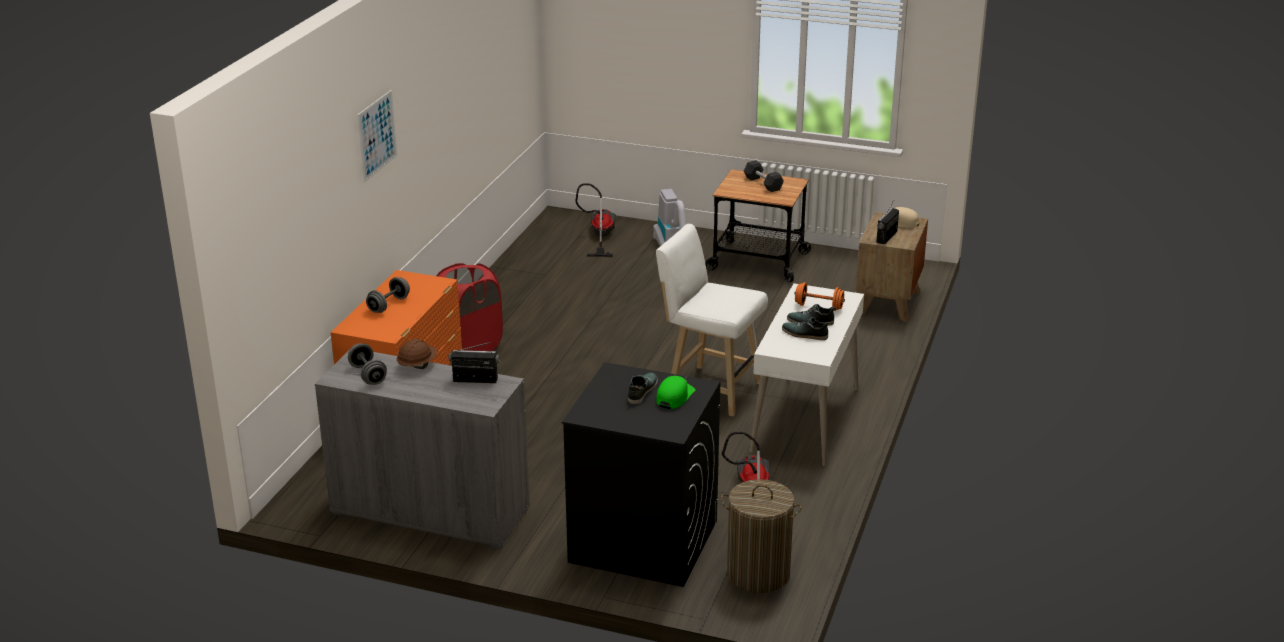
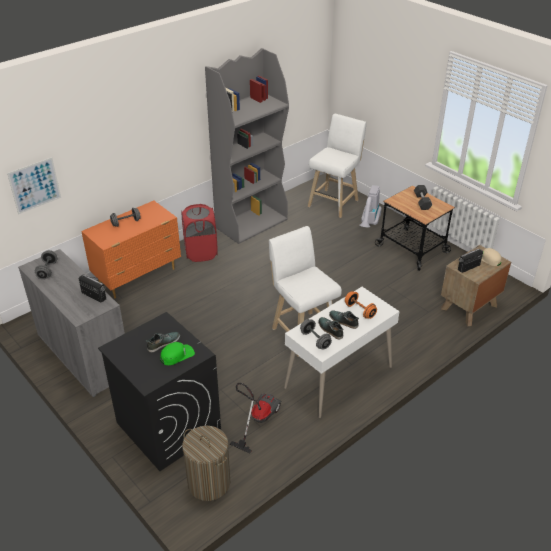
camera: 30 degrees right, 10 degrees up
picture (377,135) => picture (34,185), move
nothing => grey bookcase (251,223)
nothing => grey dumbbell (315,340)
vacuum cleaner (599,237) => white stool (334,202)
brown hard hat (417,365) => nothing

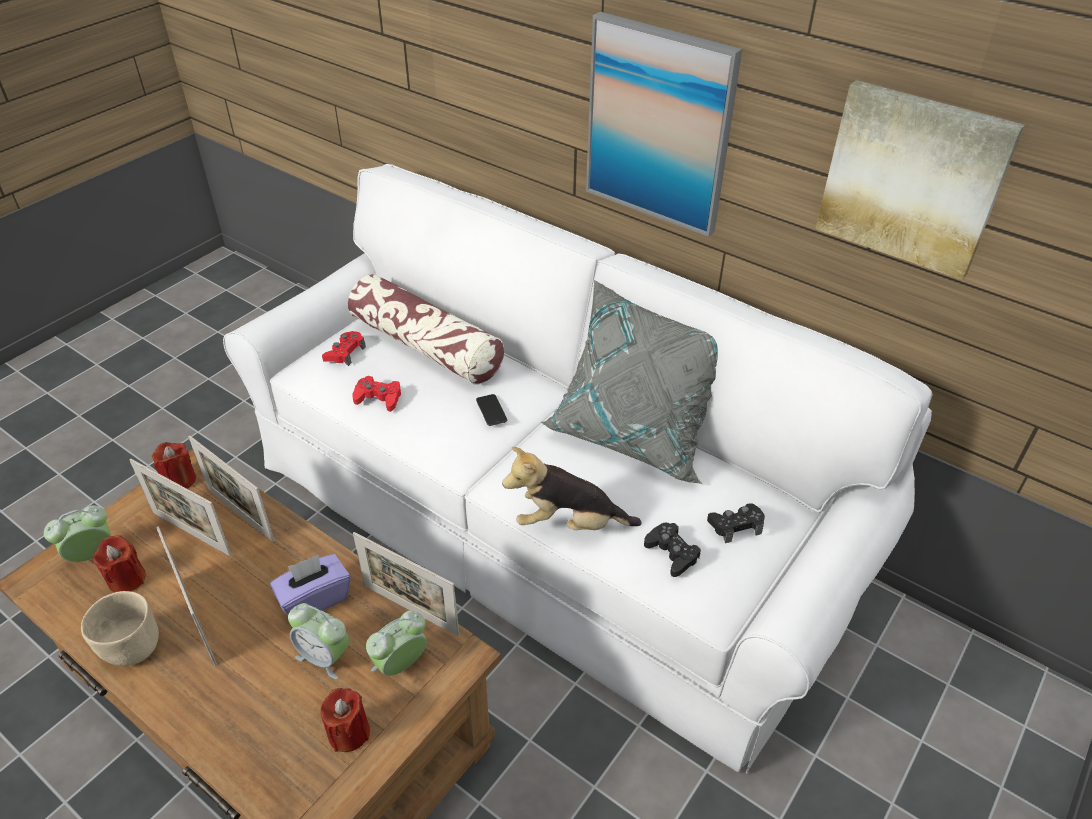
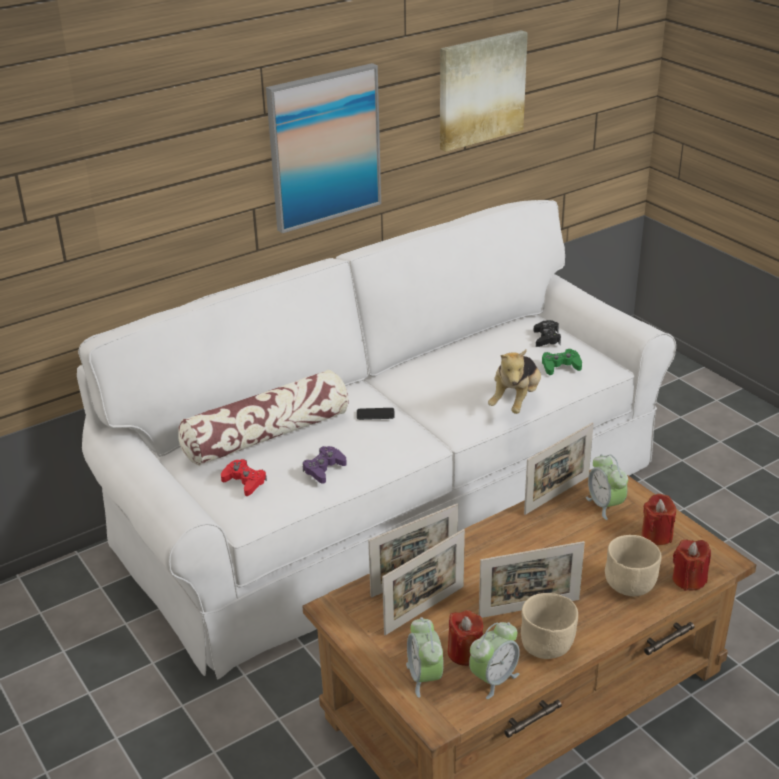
camera: 70 degrees left, 10 degrees down
red game controller (378,398) => purple game controller (324,469)
alarm clock (324,657) => alarm clock (493,679), move
black game controller (672,553) => green game controller (560,366)
nothing => beige bowl (630,588)
red candle (179,480) => red candle (689,580), move
purple tissue box (315,598) => nothing
grey pillow (637,432) => nothing

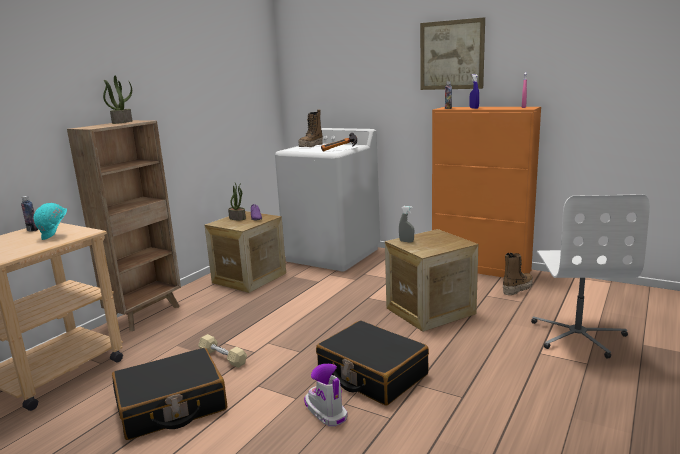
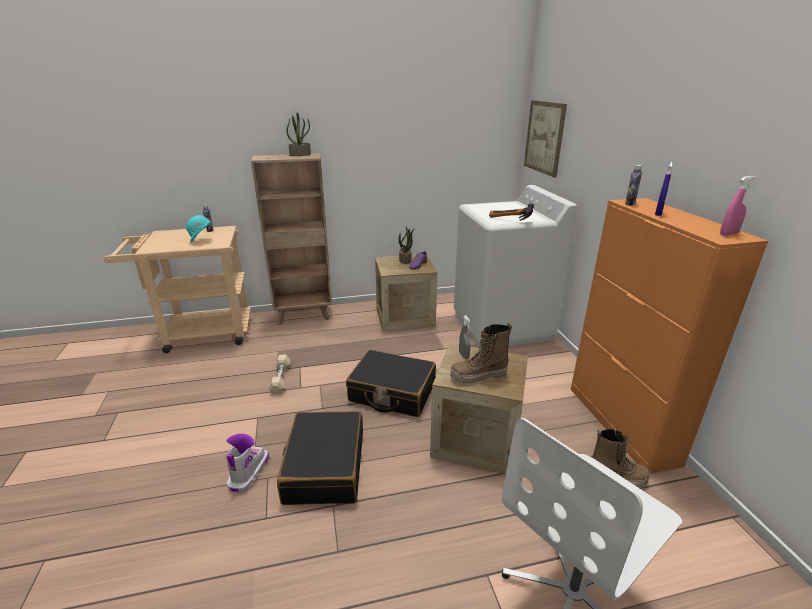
camera: 45 degrees right, 10 degrees up
black suitcase (171,406) => black suitcase (392,393), move
boot (311,146) => boot (478,376), move
picture (451,55) => picture (544,137), move

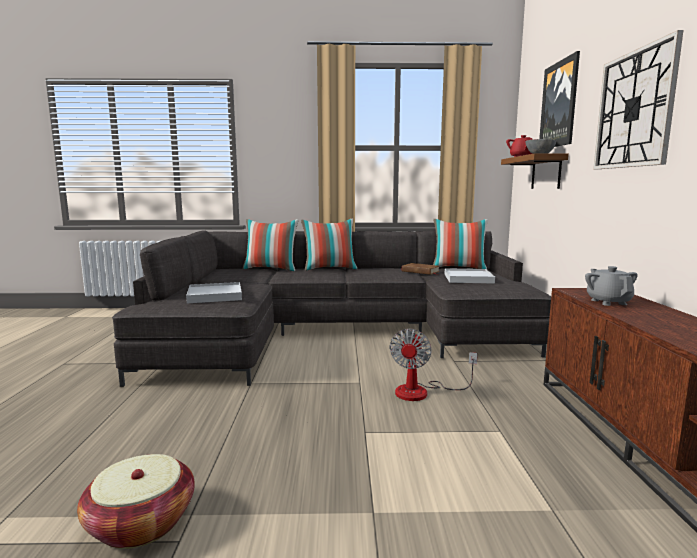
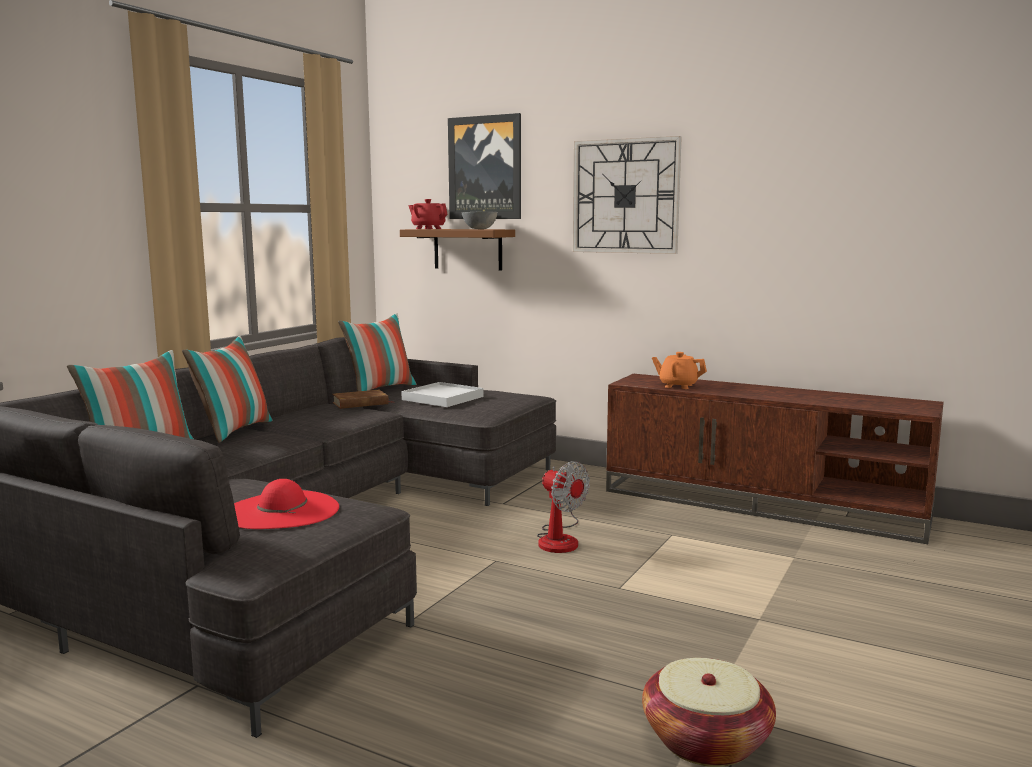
camera: 60 degrees left, 0 degrees up
white tray (215,295) => red hat (282,510)
grey teapot (608,302) => orange teapot (678,386)

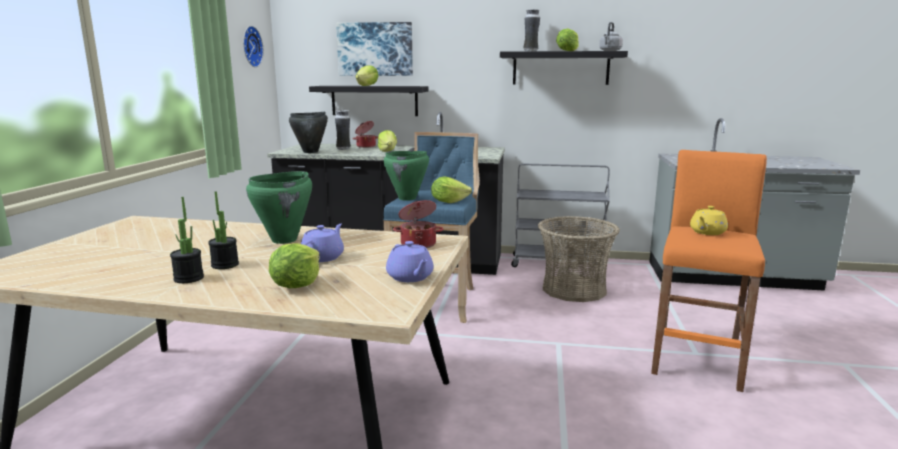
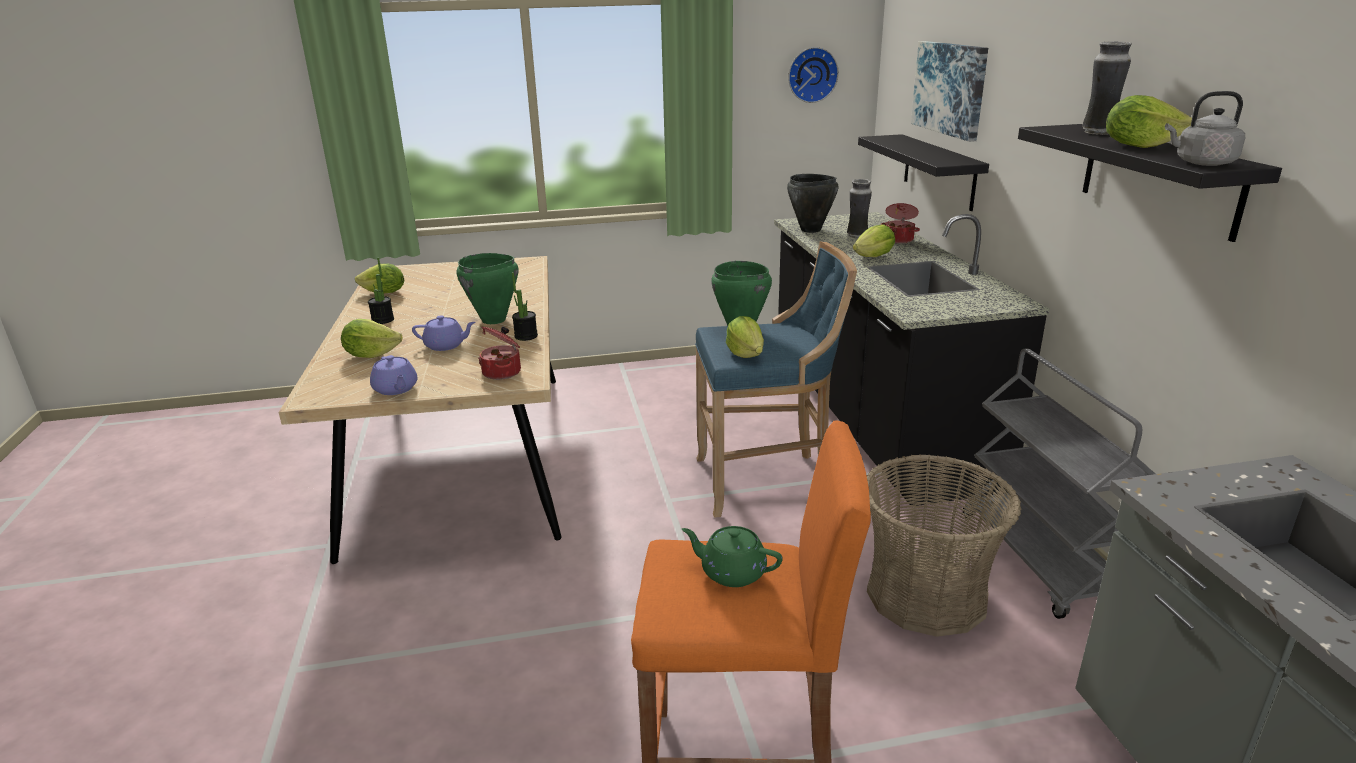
camera: 70 degrees right, 10 degrees up
lettuce (367,86) => lettuce (384,293), move
purple teapot (410,277) => purple teapot (396,389), 75 degrees counterclockwise
potted plant (225,265) => potted plant (526,336), move
yellow teapot (707,232) => green teapot (731,572)

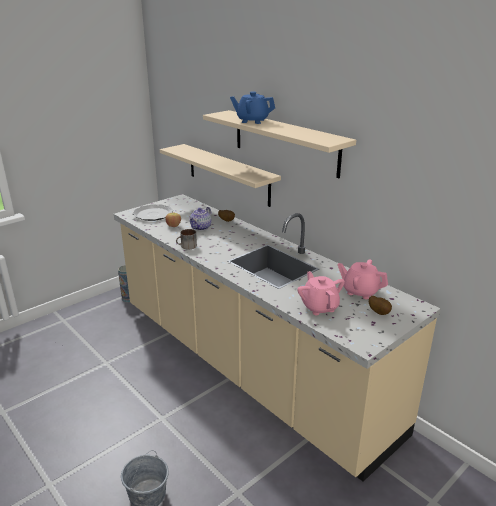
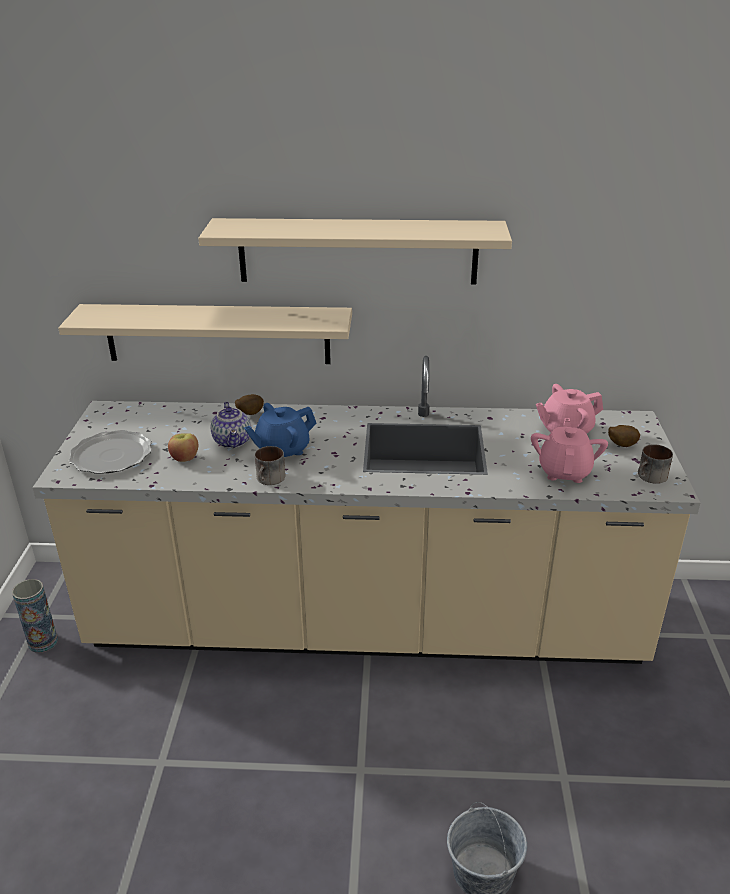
camera: 45 degrees left, 5 degrees up
blue teapot (252,121) => blue teapot (282,450), move
pink teapot (319,307) => pink teapot (564,471), 75 degrees clockwise
nothing => mug (650,477)

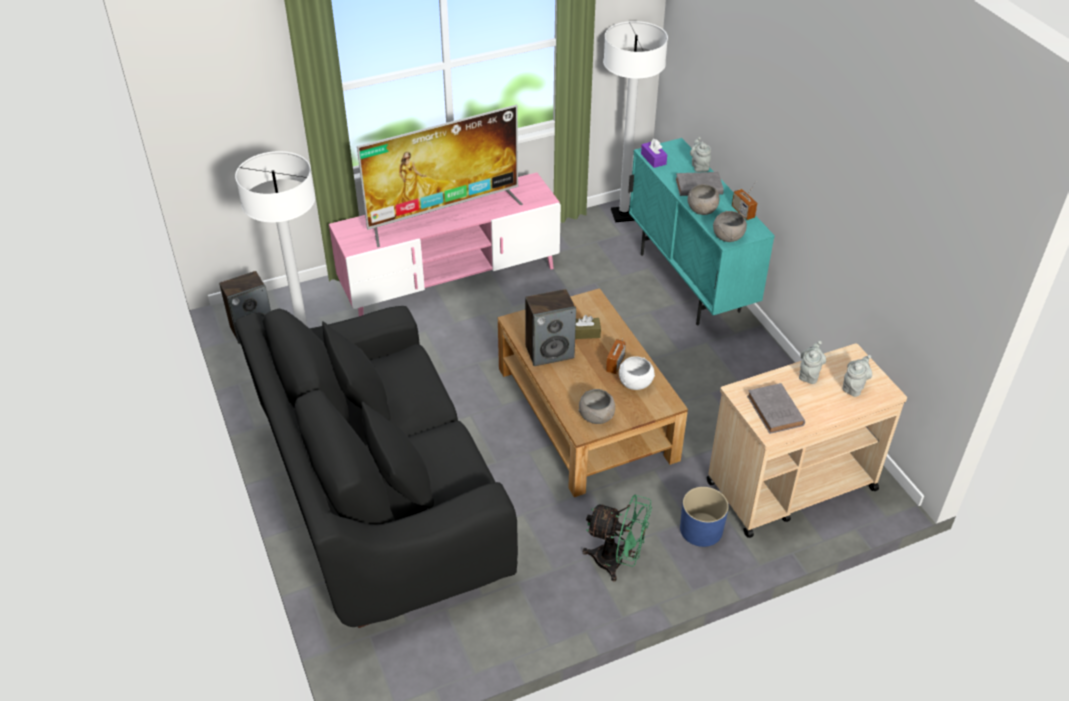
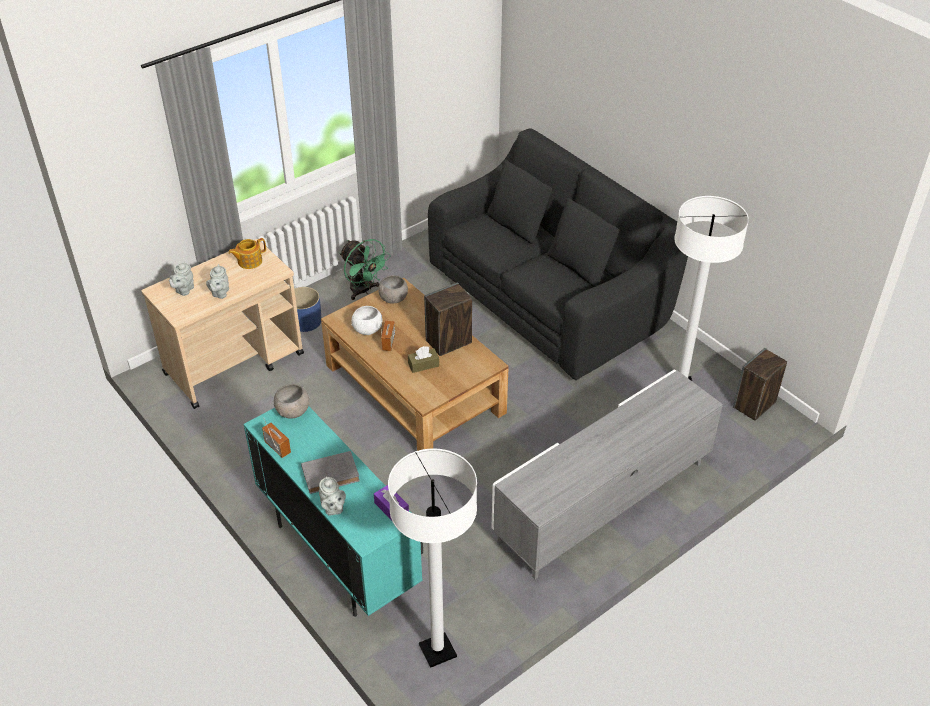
camera: 165 degrees right, 0 degrees up
grey book (775,412) => teapot (249,261)
green fan (616,562) => green fan (364,291), 135 degrees counterclockwise
pink tv stand (450,279) => grey tv stand (602,502)
television (444,214) => nothing
grey bowl (702,210) => nothing

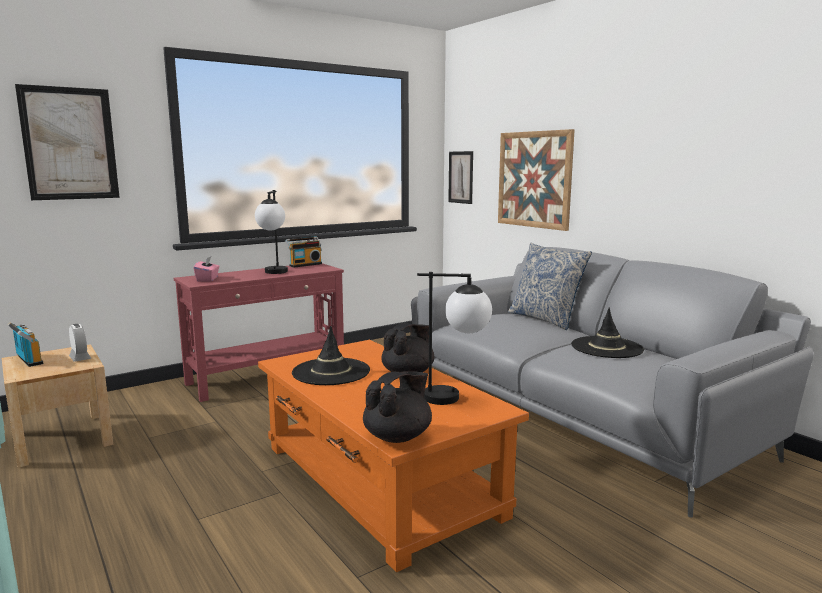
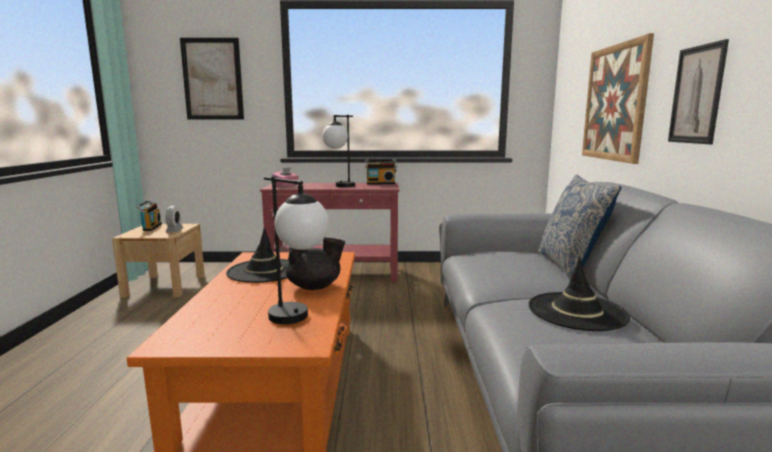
camera: 35 degrees right, 0 degrees up
picture (461,177) => picture (696,95), move
black teapot (398,436) => nothing

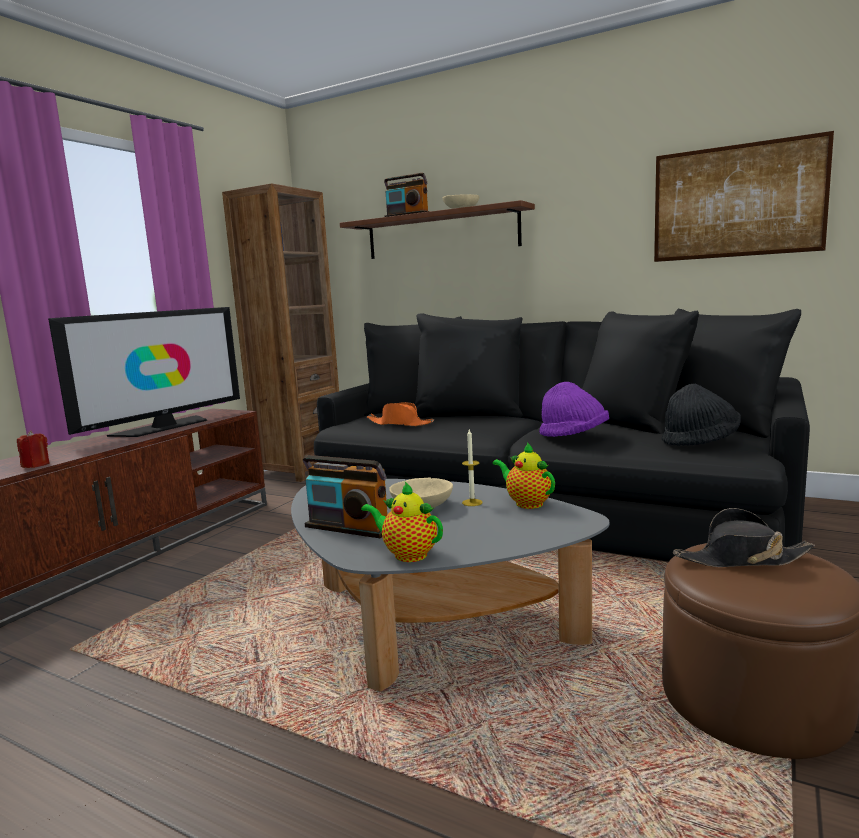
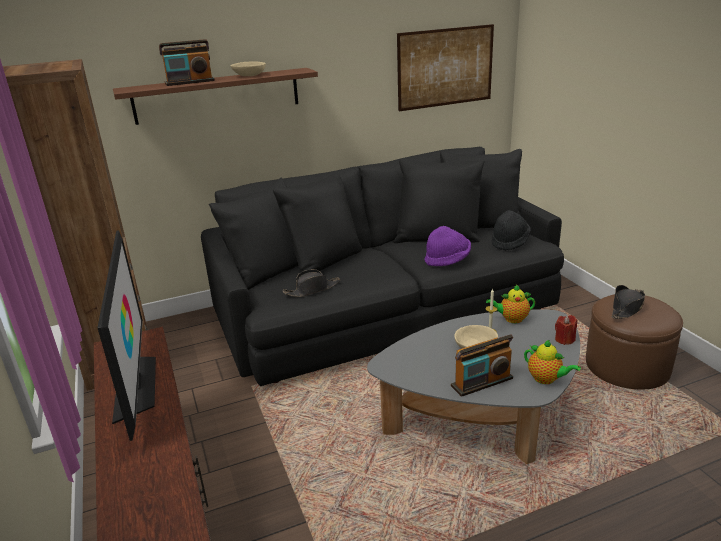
camera: 50 degrees left, 15 degrees up
orange hat (400,424) => black hat (312,289)
teapot (407,554) => teapot (546,379), 120 degrees counterclockwise
red candle (36,465) => red candle (564,339), move

